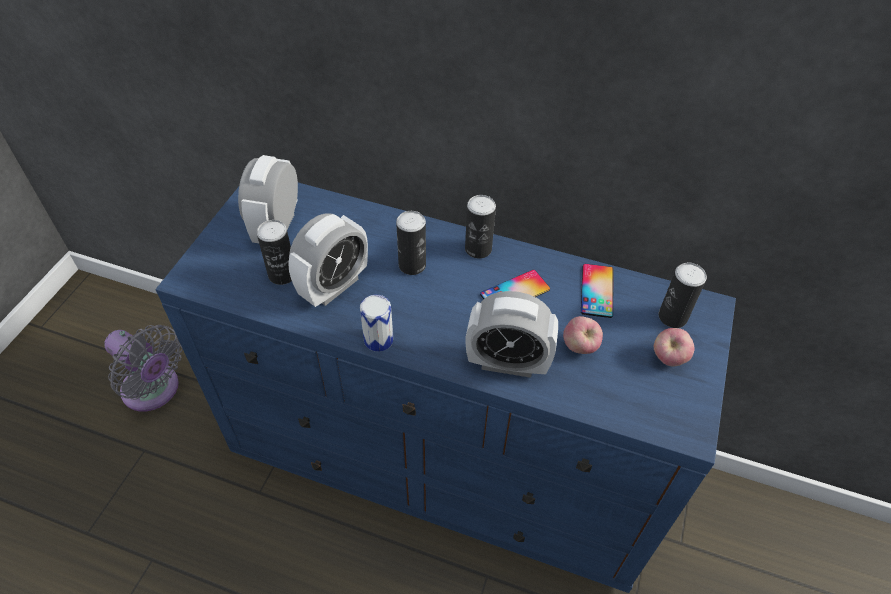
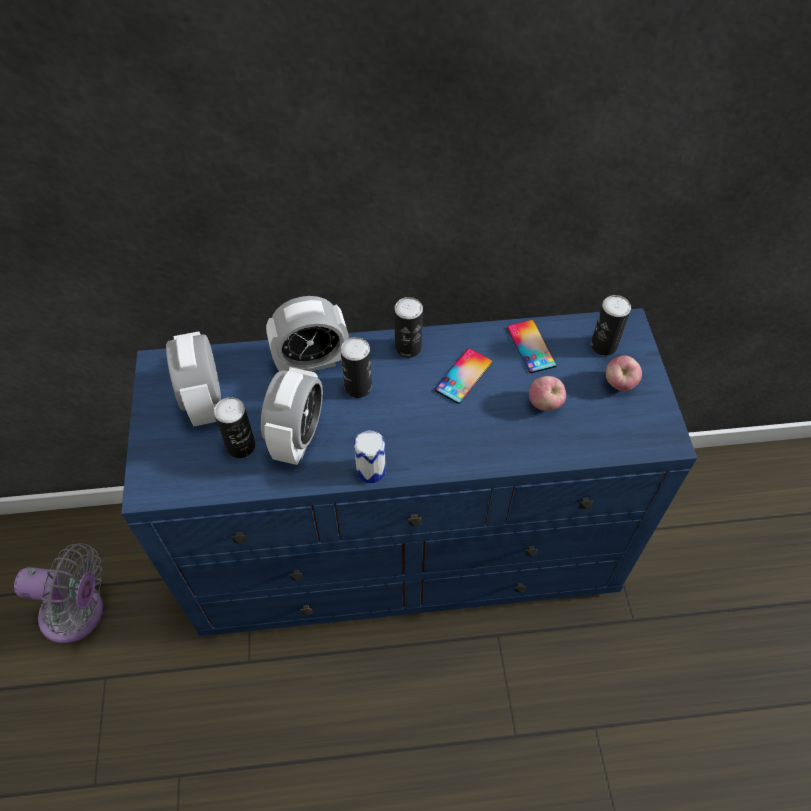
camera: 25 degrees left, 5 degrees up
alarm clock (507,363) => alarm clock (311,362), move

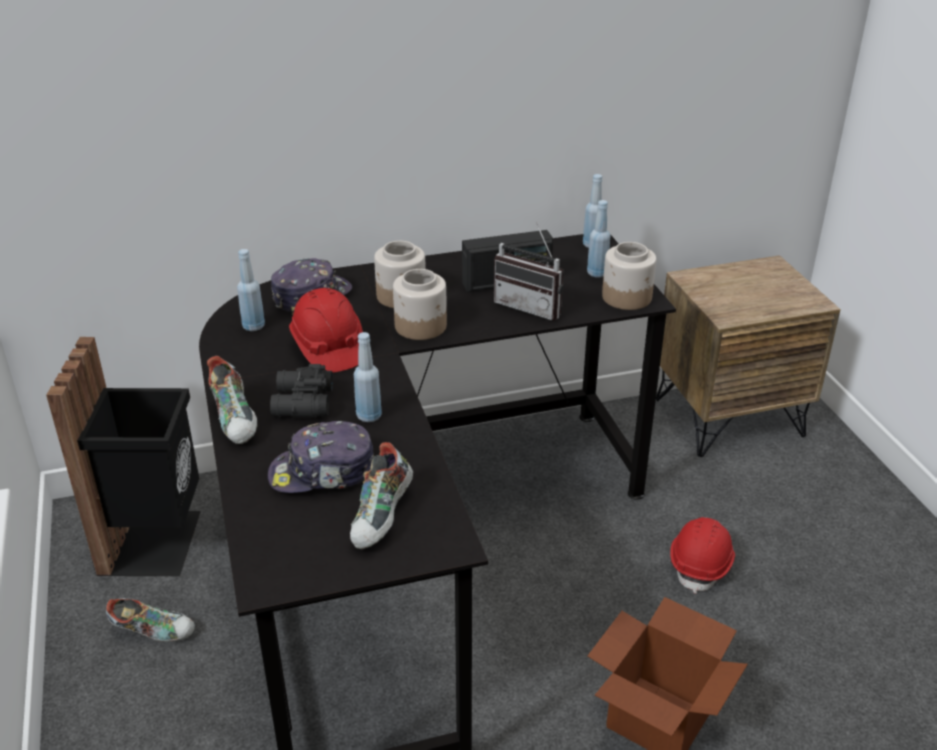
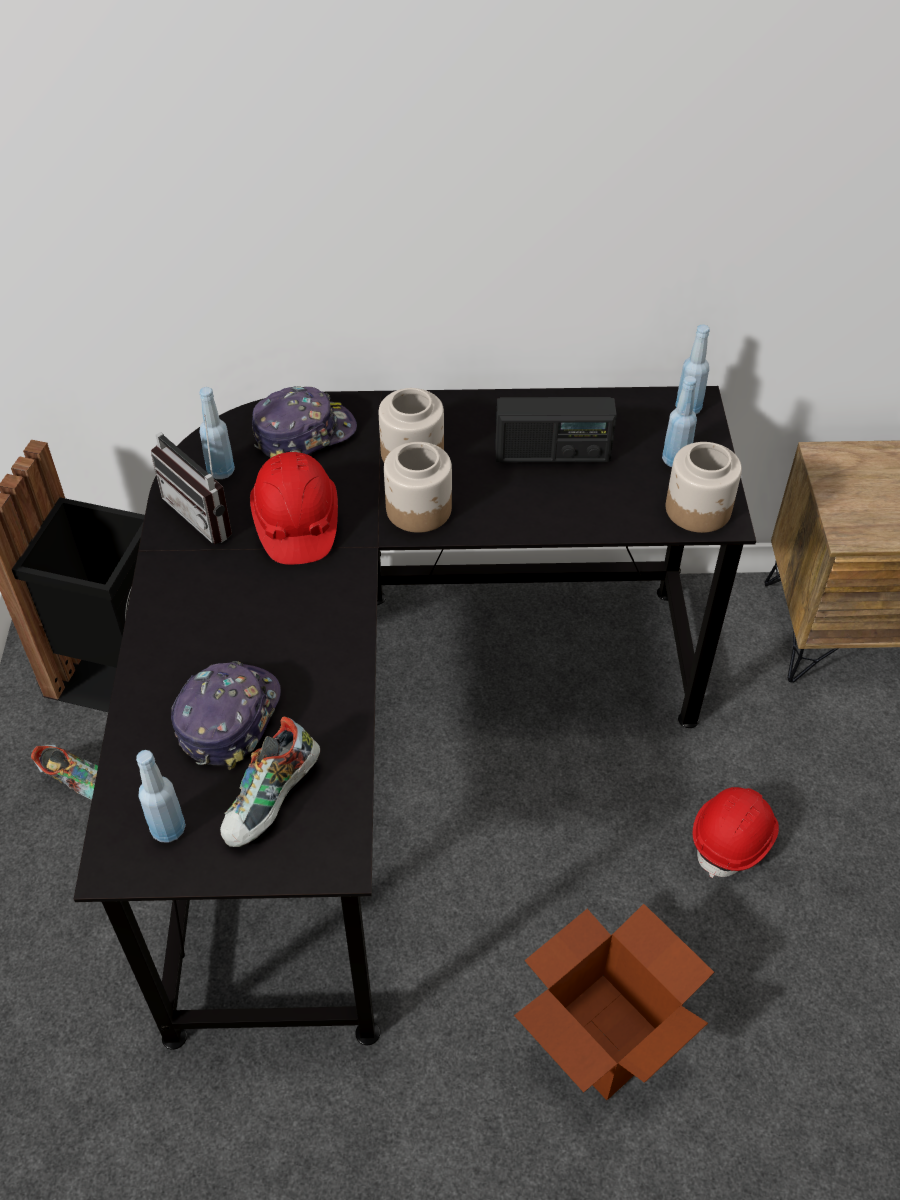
camera: 15 degrees right, 15 degrees up
blue bottle (369,416) => blue bottle (168,829), move
radio (531,306) => radio (207,512), move
cap (323,472) => cap (228,718), 105 degrees clockwise
shoe (237,419) => nothing
black binoculars (301,403) => nothing

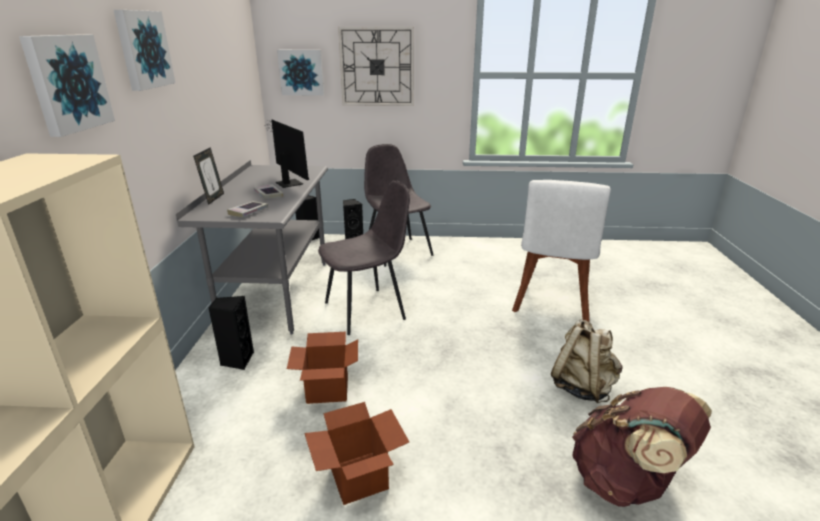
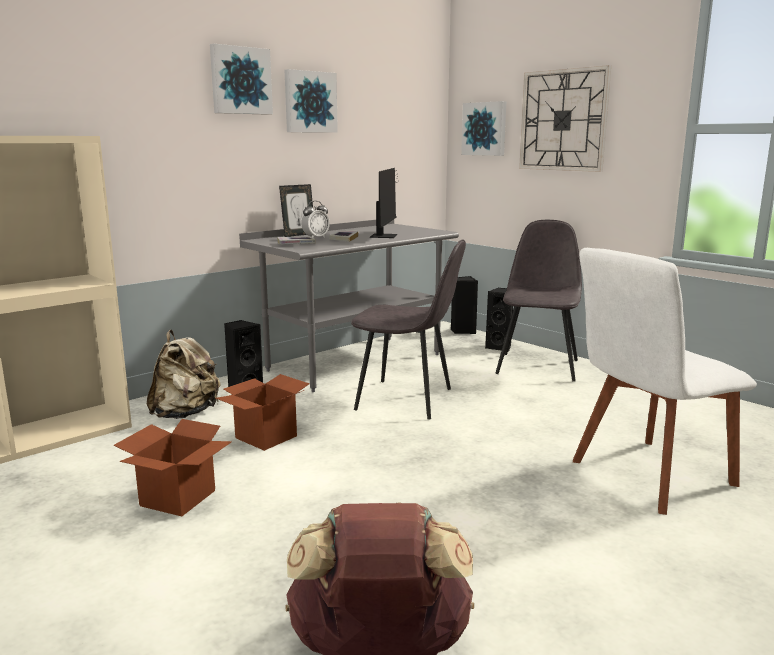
camera: 45 degrees right, 10 degrees down
beige backpack (582,387) => beige backpack (186,414), move
picture (67,83) => picture (309,102), move
nothing => alarm clock (316,238)

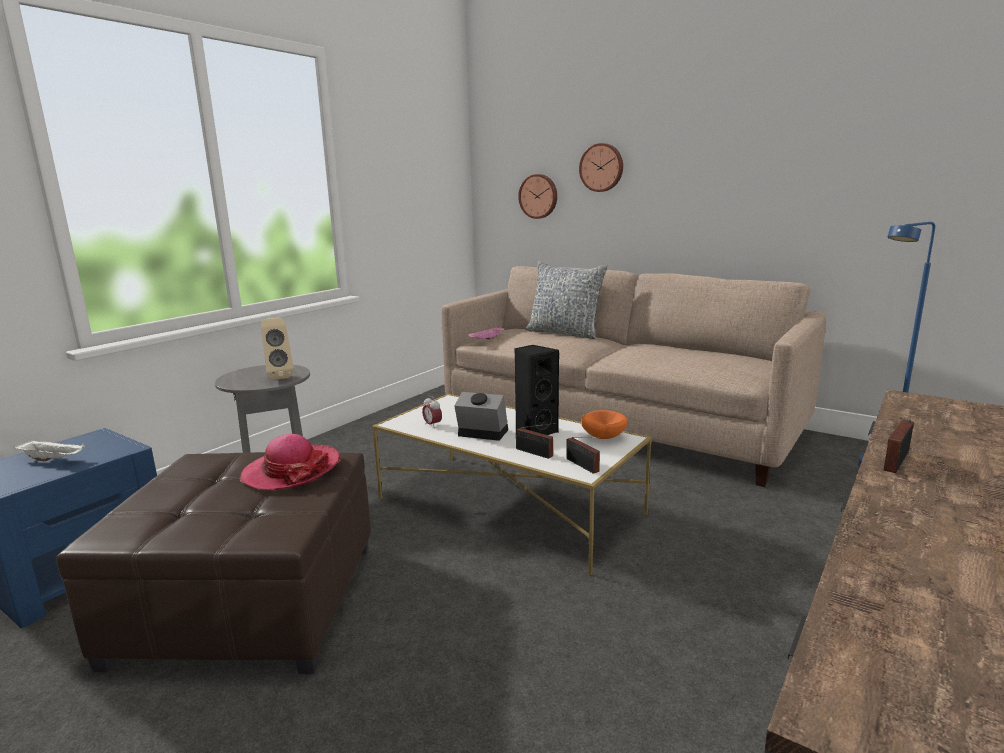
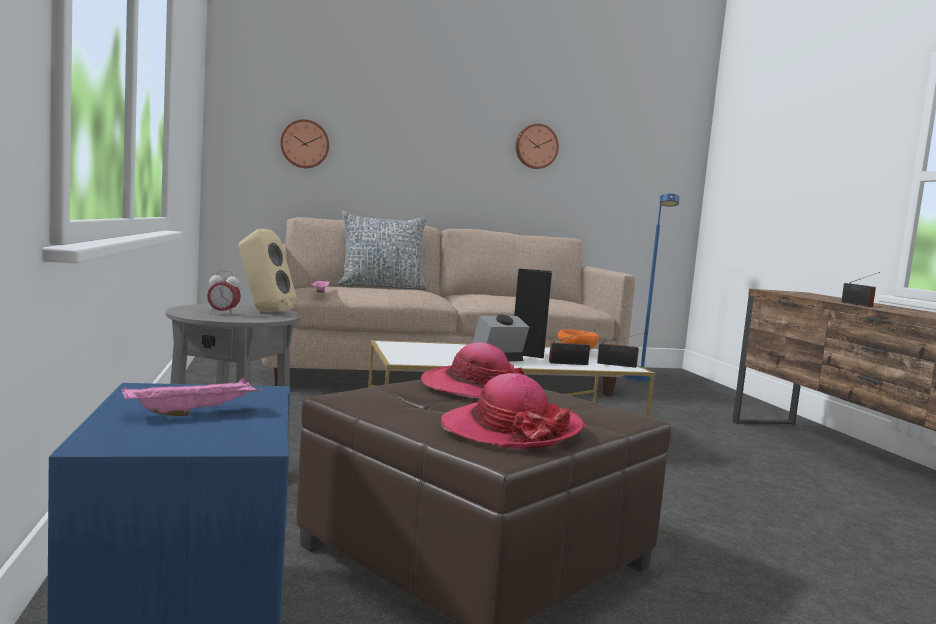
camera: 50 degrees left, 10 degrees down
white tray (53,459) => pink tray (194,412)
alarm clock (432,425) => alarm clock (223,313), move
nothing => hat (510,430)
wall clock (602,167) => wall clock (536,146), move

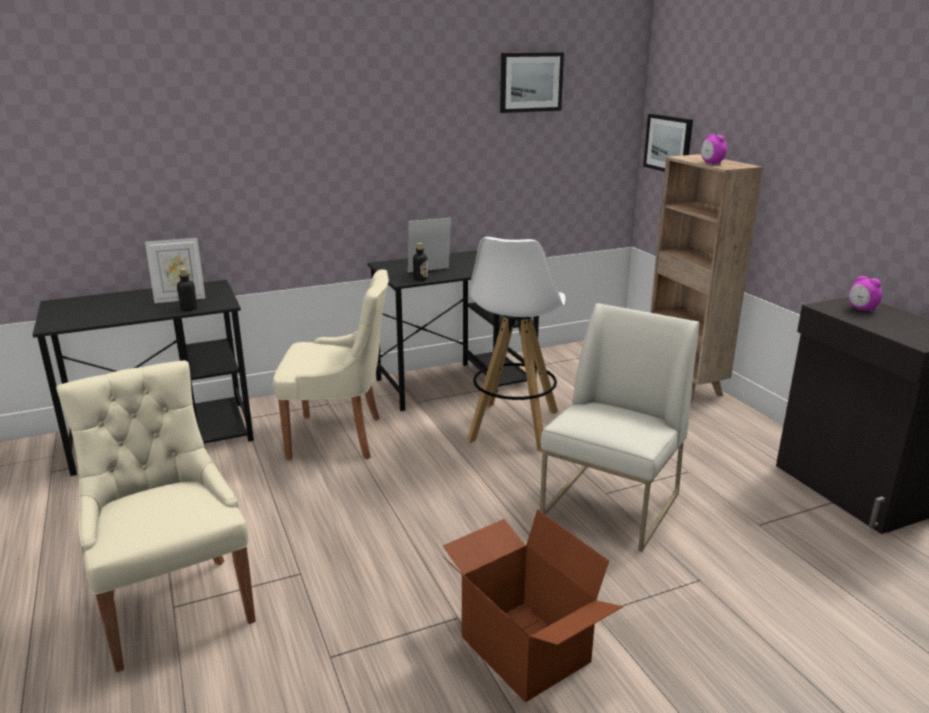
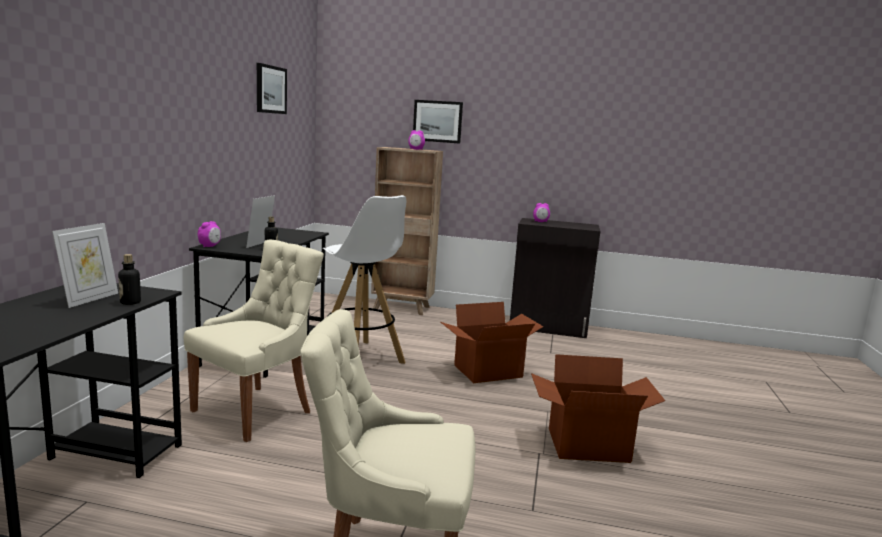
camera: 55 degrees left, 10 degrees down
nothing => alarm clock (210,246)
picture (668,144) => picture (437,121), move
white chair (611,506) => cardboard box (488,372)

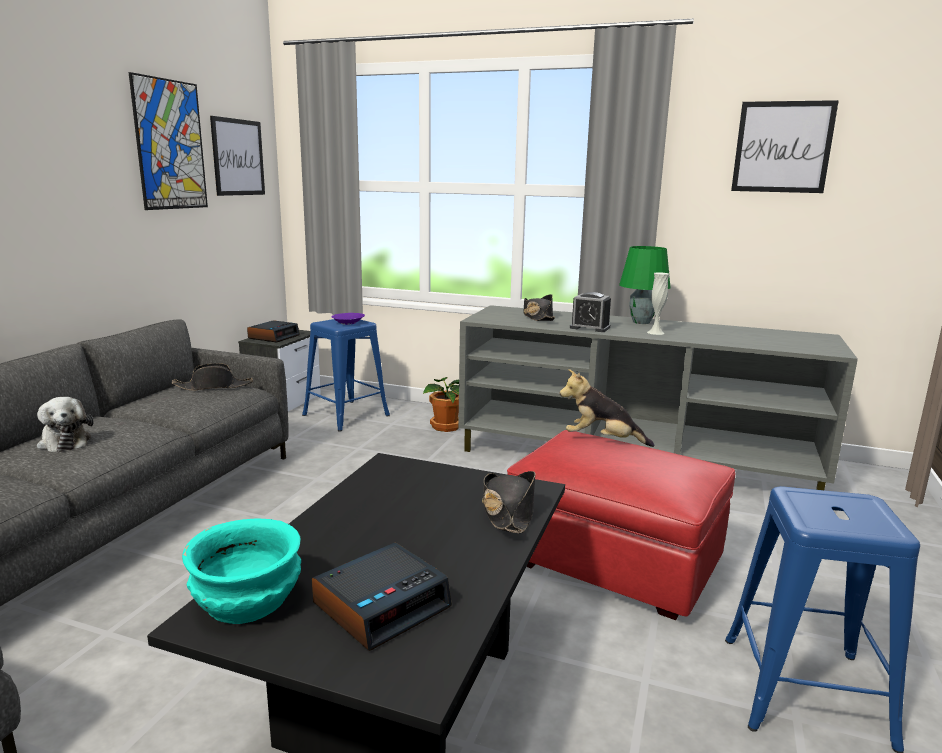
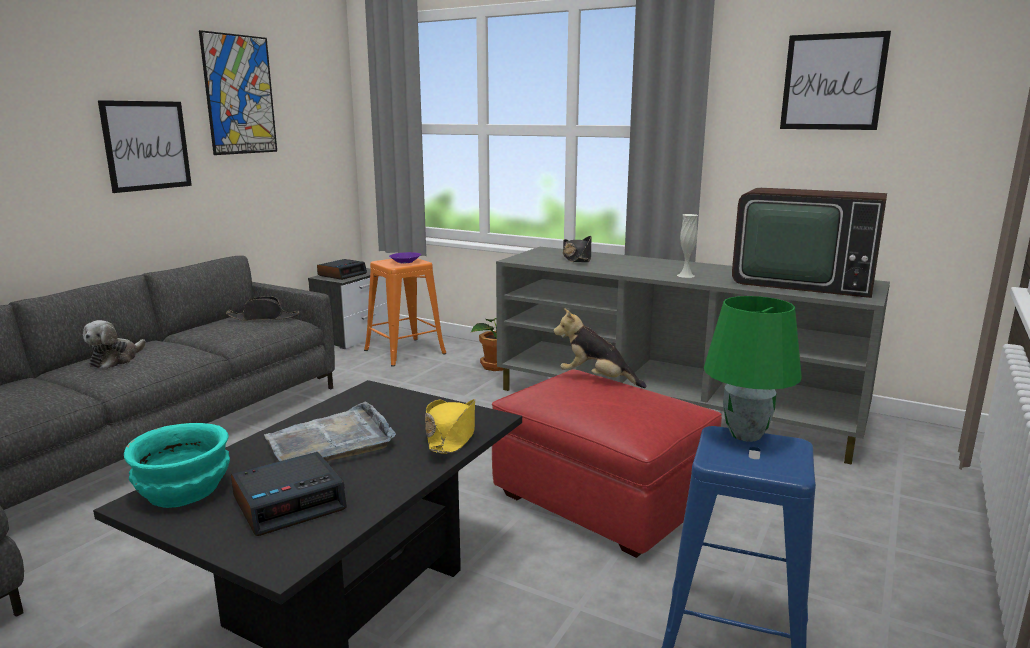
camera: 10 degrees right, 0 degrees up
plush toy (64,441) => plush toy (116,360), 45 degrees clockwise
picture (238,157) => picture (147,145), move
nothing => grey tray (331,441)
blue stool (346,415) => orange stool (405,352)
black hat (508,511) => yellow hat (451,436)
green table lamp (640,322) => green table lamp (744,434), move
nothing => television (801,282)
alarm clock (590,328) => nothing

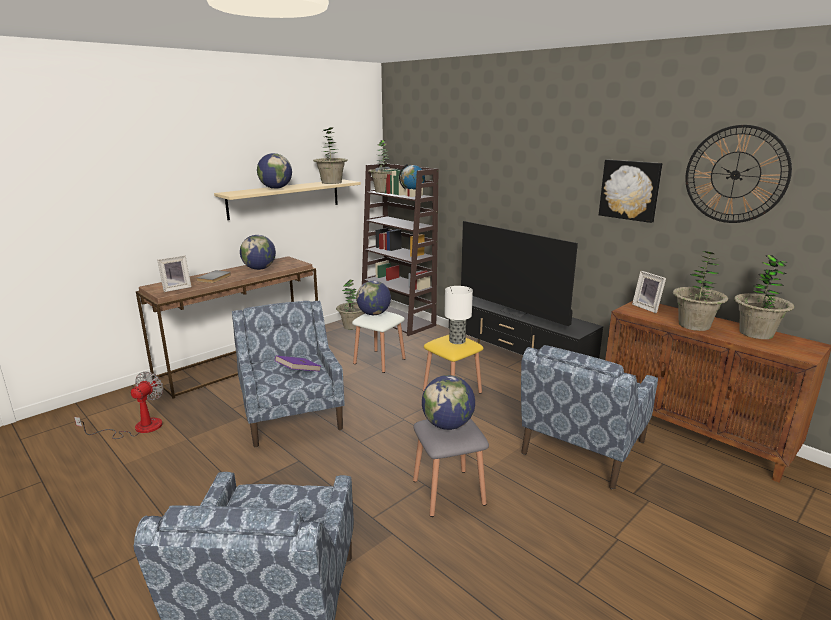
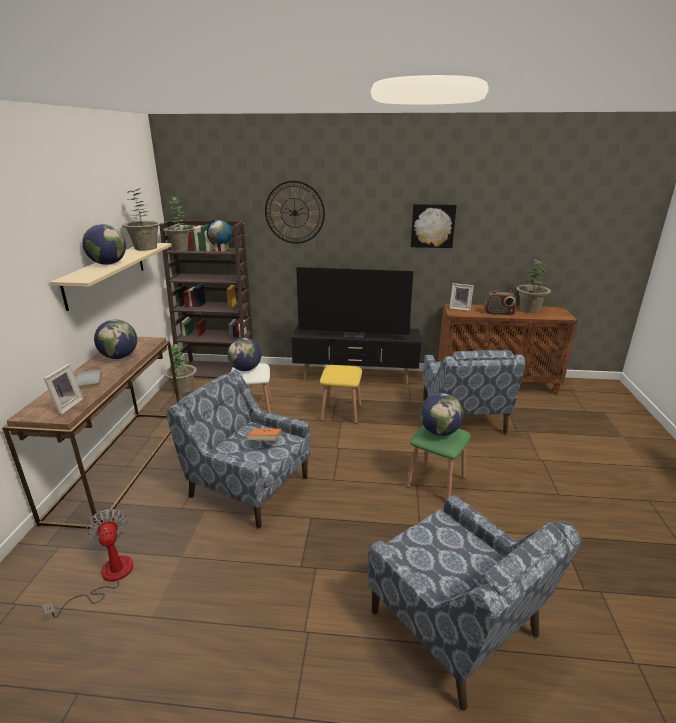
camera: 40 degrees left, 5 degrees up
purple book (298,372) => orange book (265,442)
wall clock (735,175) => wall clock (294,212), move
grey stool (448,492) => green stool (436,482)
potted plant (694,325) => radio (499,313)
table lamp (457,341) => nothing

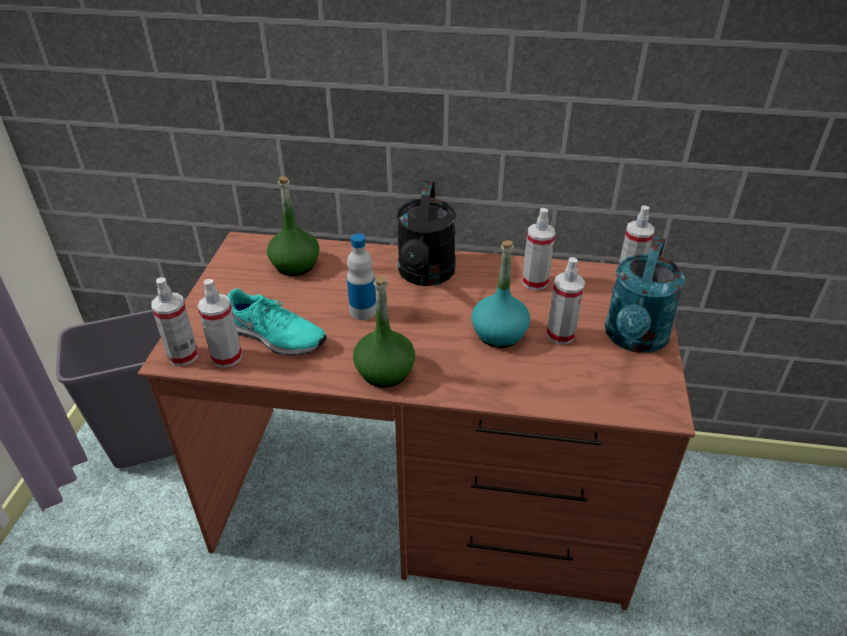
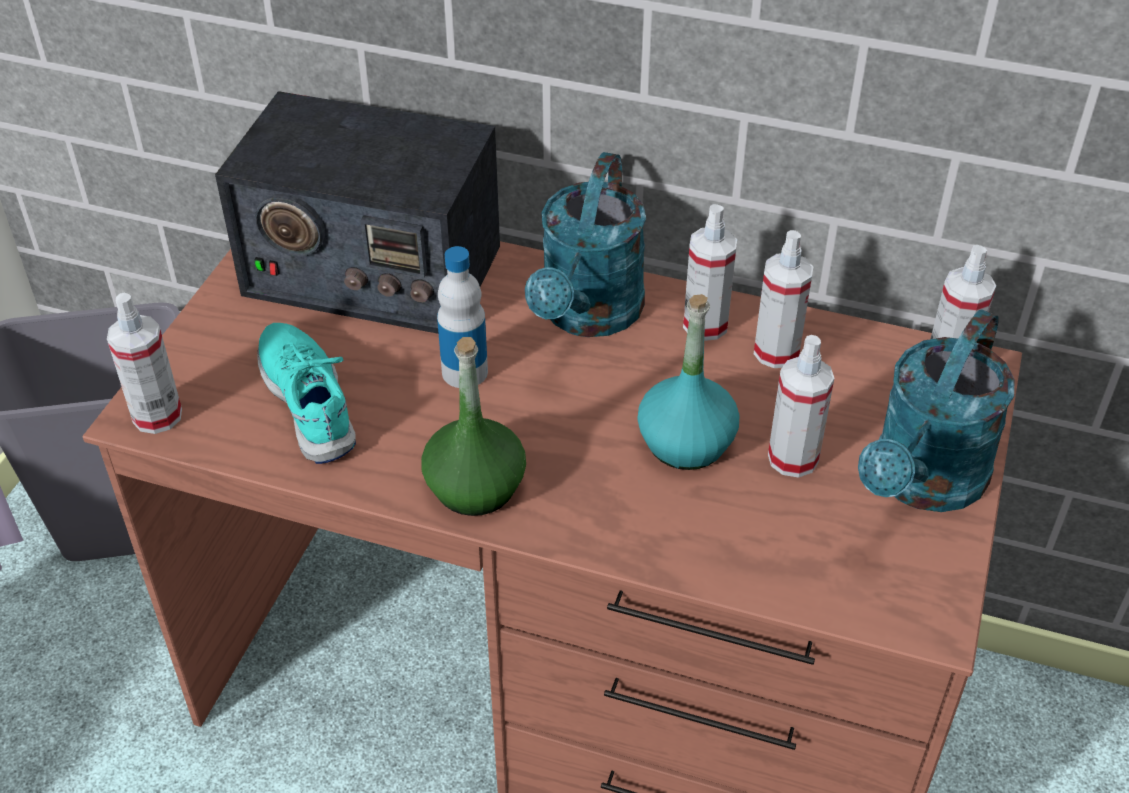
camera: 10 degrees right, 5 degrees up
green bottle (295,265) => radio (371,270)
turquoise shoe (275,336) => turquoise shoe (310,400), 150 degrees counterclockwise
black watering can (425,275) => turquoise watering can (587,316)
spray bottle (227,357) => spray bottle (705,325), move

